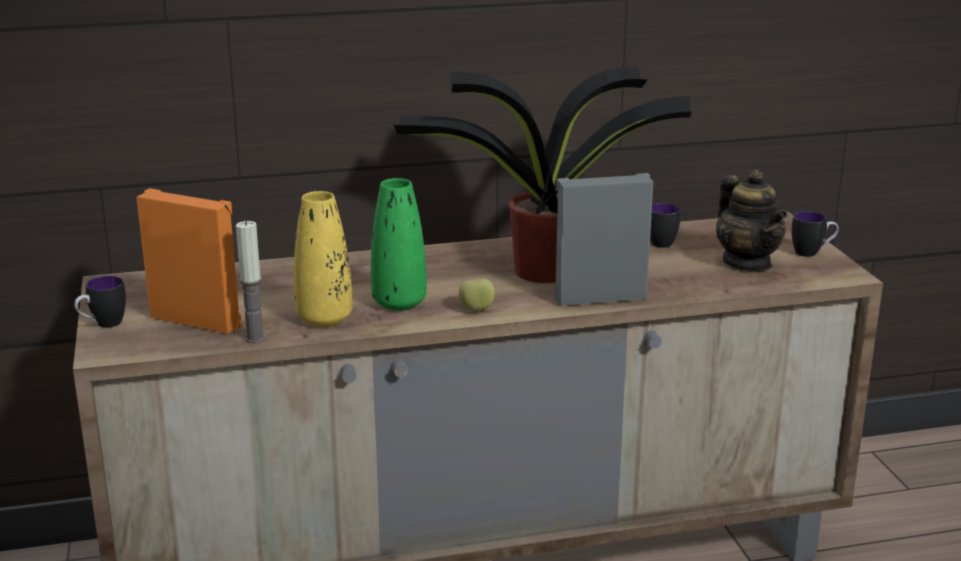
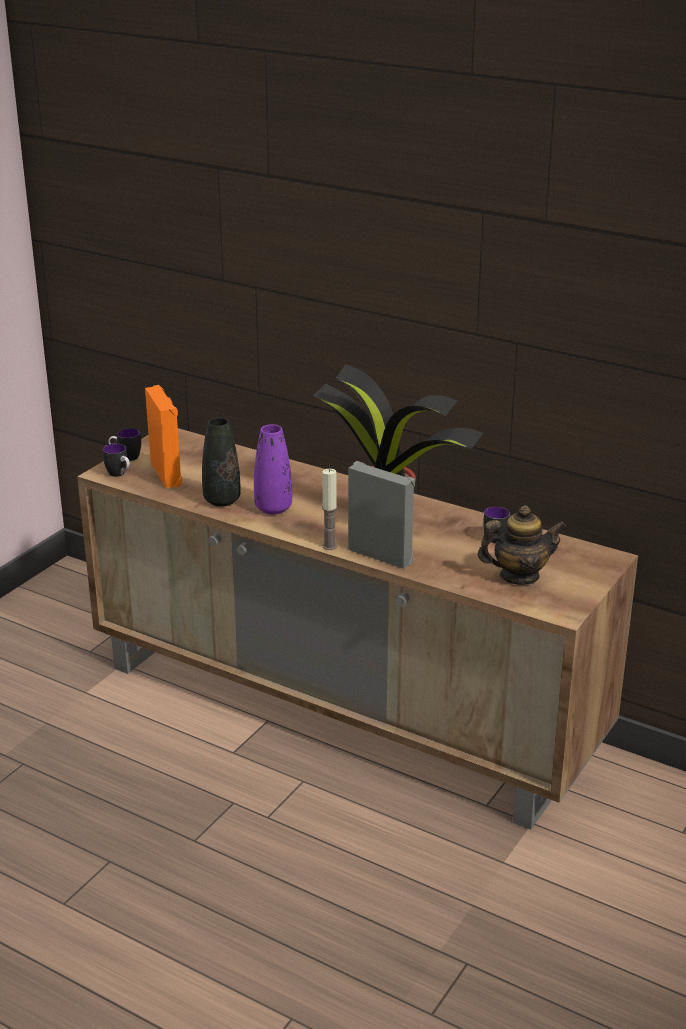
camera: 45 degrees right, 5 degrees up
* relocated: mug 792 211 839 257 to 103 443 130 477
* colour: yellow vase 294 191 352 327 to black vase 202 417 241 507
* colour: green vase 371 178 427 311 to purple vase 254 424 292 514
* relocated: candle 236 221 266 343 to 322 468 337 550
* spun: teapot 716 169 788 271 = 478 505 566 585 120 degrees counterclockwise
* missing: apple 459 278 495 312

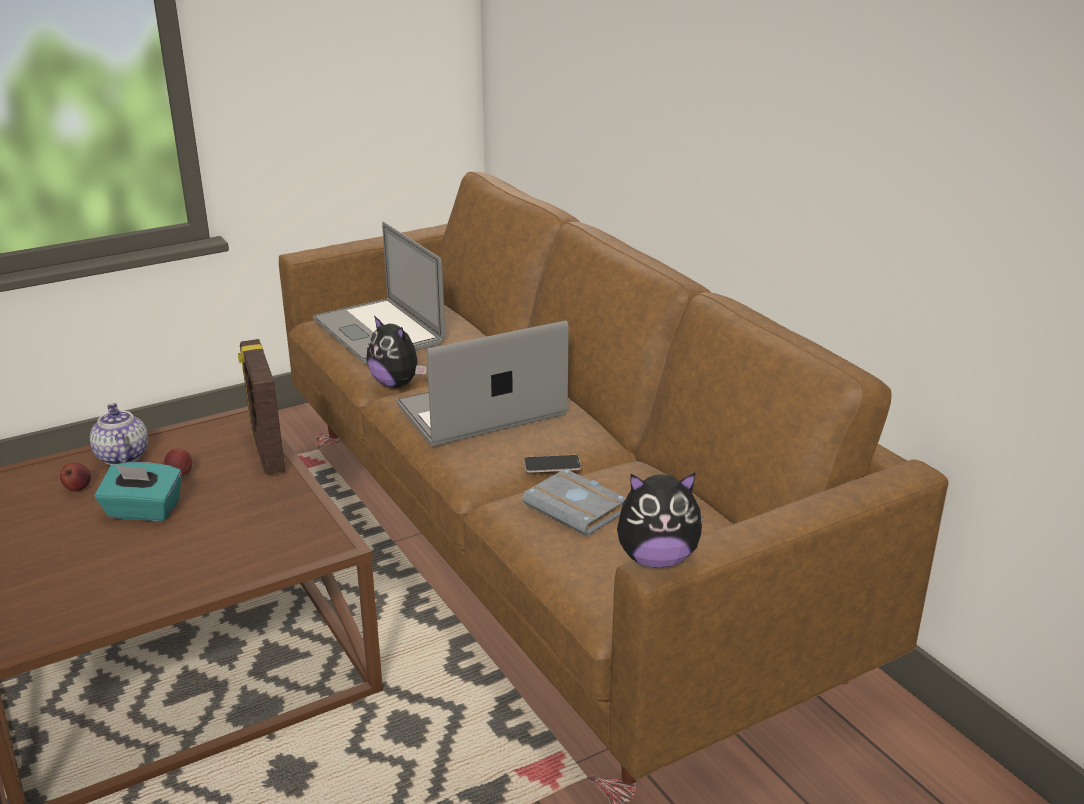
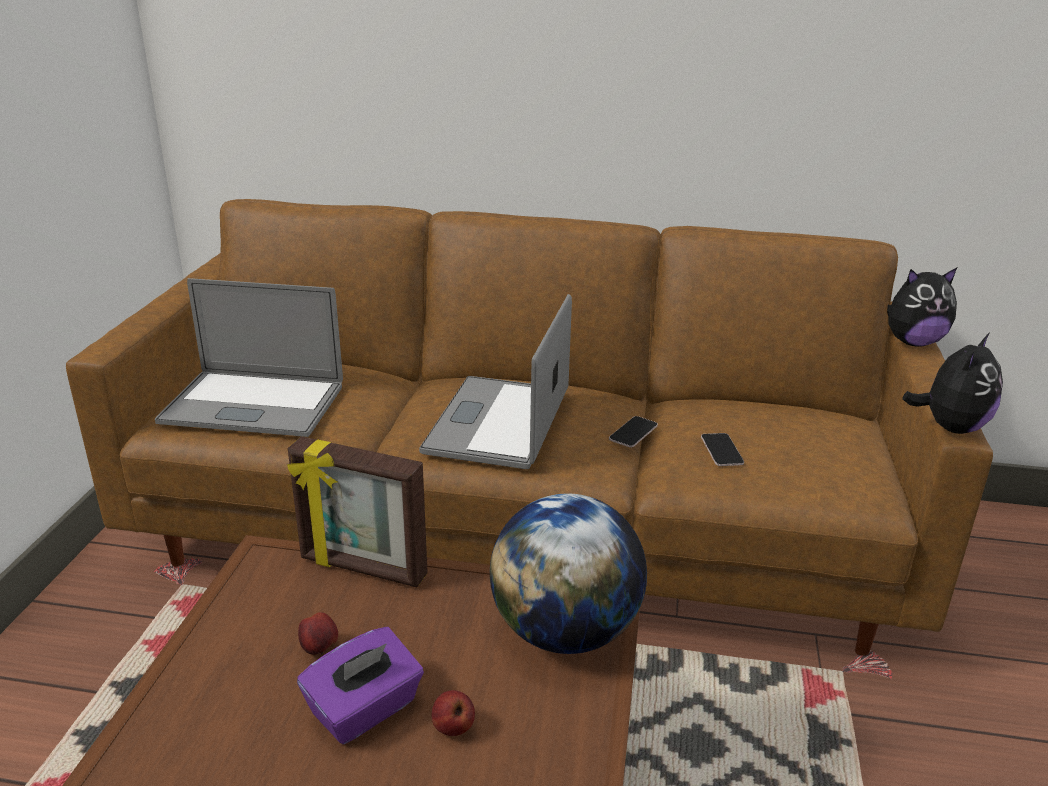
camera: 50 degrees left, 0 degrees up
* colour: turquoise tissue box 95 462 182 521 to purple tissue box 297 627 424 744
* relocated: apple 60 462 91 491 to 432 690 475 736
* appeared: globe 490 494 647 654
* exchanged: grey book 522 469 626 536 to phone 701 433 744 466
* relocated: plush toy 366 315 427 388 to 887 268 957 347
* missing: teapot 90 403 148 465

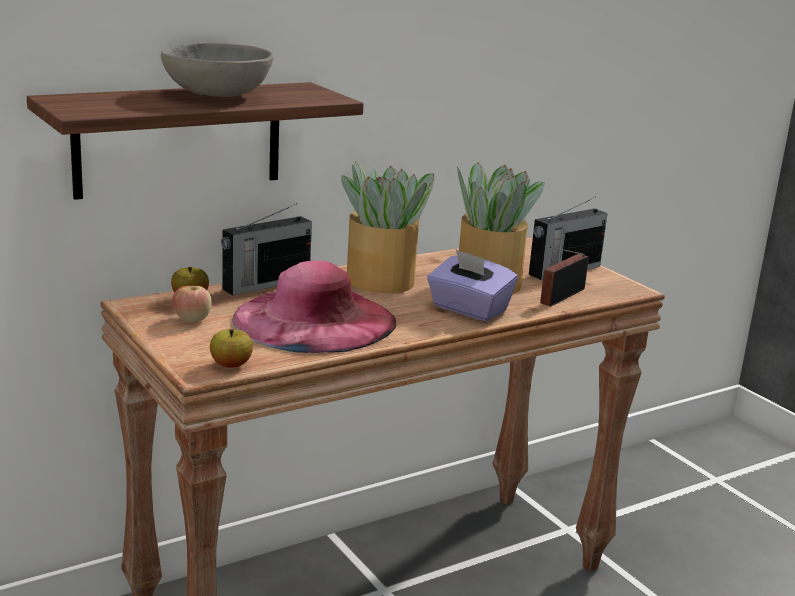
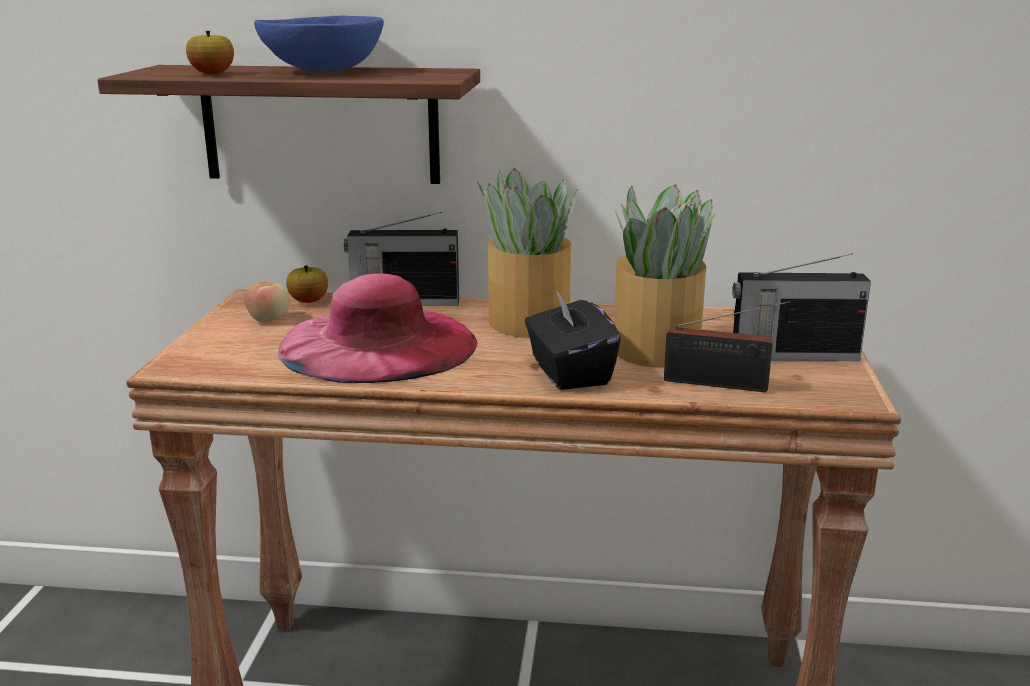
camera: 40 degrees right, 0 degrees up
* relocated: apple 210 329 253 368 to 186 31 234 74
* colour: grey bowl 161 43 274 97 to blue bowl 254 16 384 72
* colour: purple tissue box 427 249 518 322 to black tissue box 525 287 621 390
* spun: radio 540 246 589 307 = 664 301 790 392 150 degrees counterclockwise

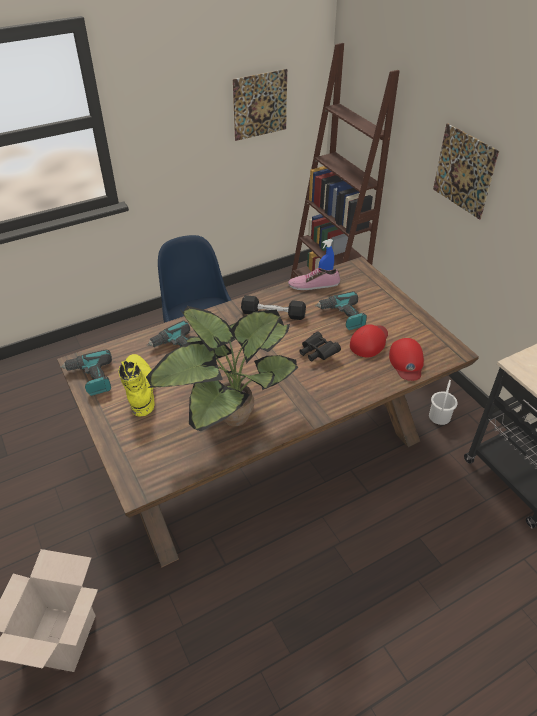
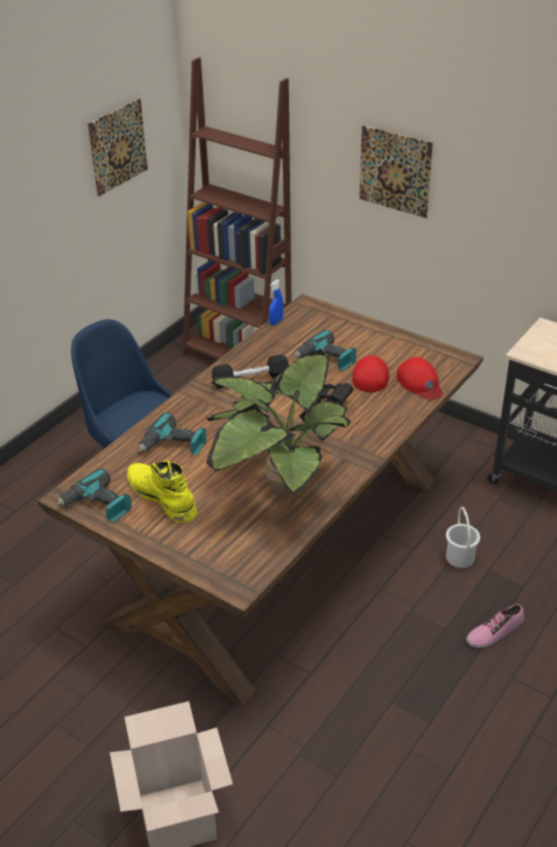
camera: 25 degrees left, 5 degrees down
* relocated: white bucket 429 380 458 425 to 446 507 480 568
* relocated: shoe 288 268 340 290 to 466 604 524 648

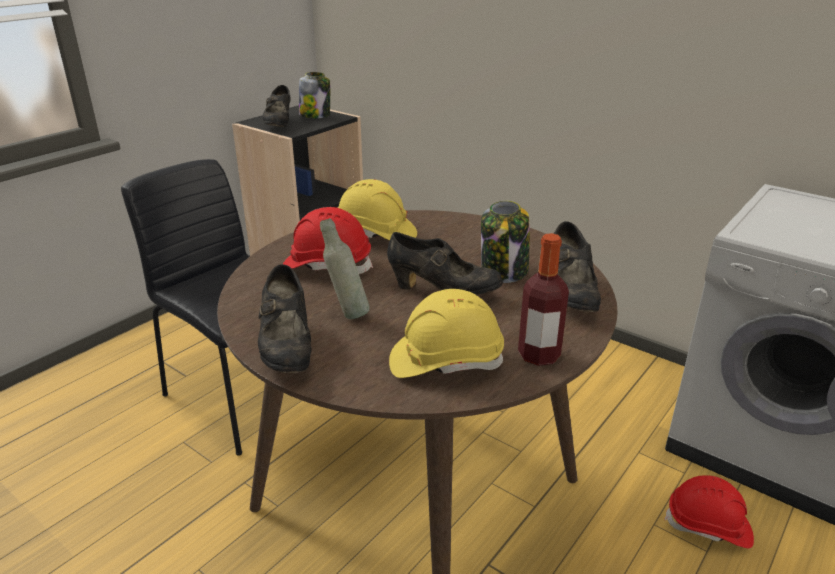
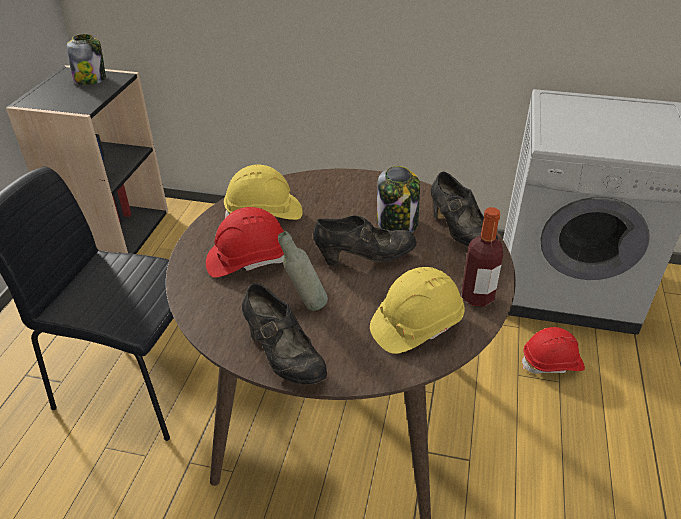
camera: 25 degrees left, 10 degrees up
* missing: black shoe 262 85 291 127

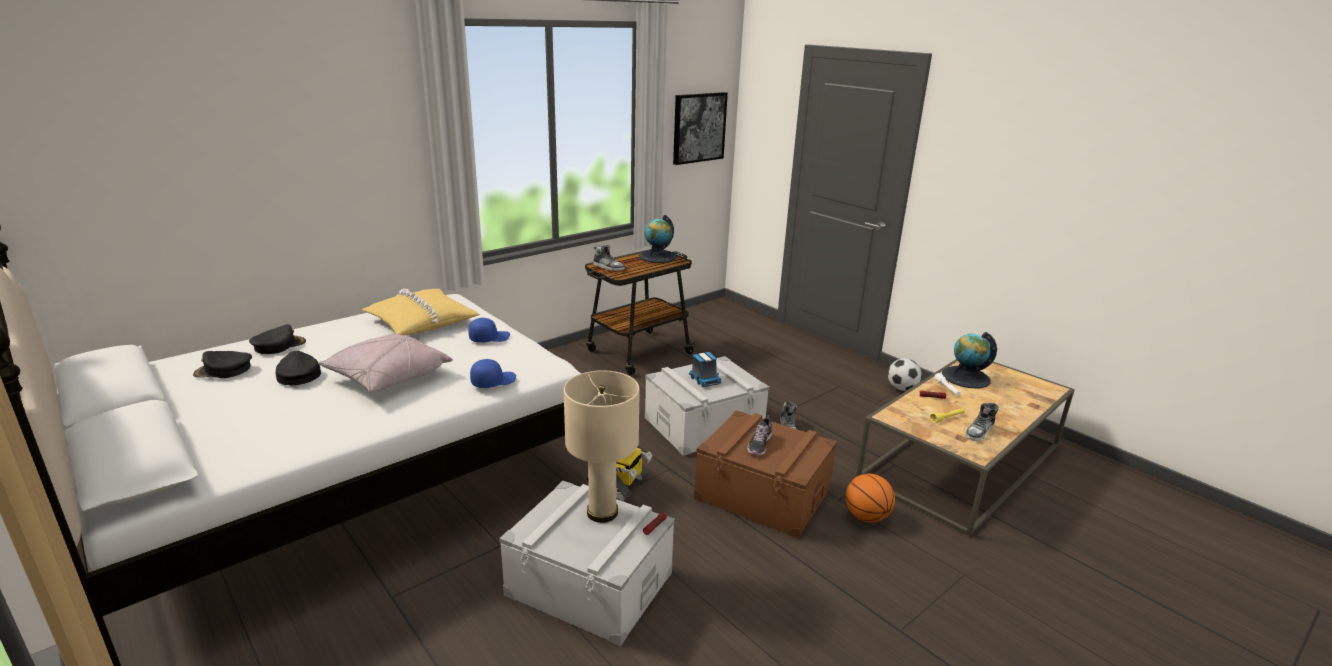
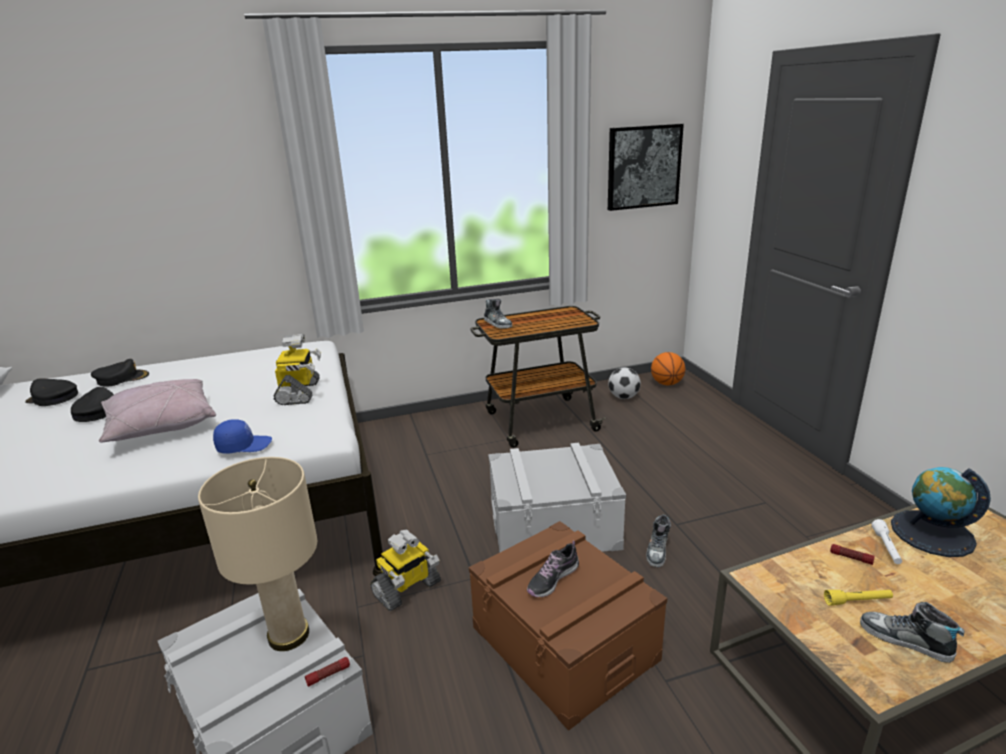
camera: 25 degrees right, 0 degrees up
* exchanged: blue cap 468 318 510 343 to toy robot 274 334 321 405
* relocated: football 888 358 922 391 to 608 367 641 399
* relocated: basketball 846 474 895 523 to 651 352 685 385
* spun: shoe 965 403 999 441 = 860 602 964 663 60 degrees clockwise
* missing: yellow pillow 362 288 480 335
* missing: globe 639 215 676 263
* missing: toy truck 689 352 721 387

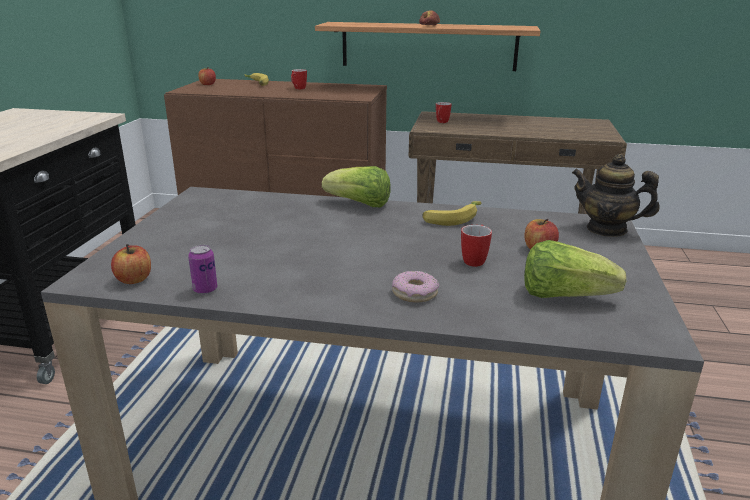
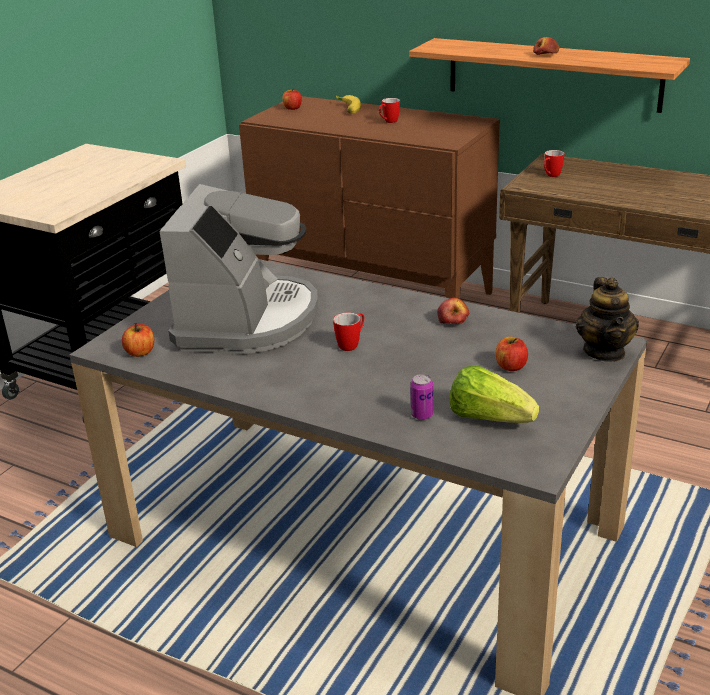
camera: 20 degrees right, 5 degrees up
* appeared: coffee machine 159 184 318 354
* relocated: mug 461 225 492 267 to 333 313 365 351
* relocated: can 188 245 217 294 to 410 374 433 420
* exchanged: banana 422 201 481 226 to apple 437 298 470 324
* spun: teapot 572 154 659 237 = 576 277 639 362 135 degrees counterclockwise
* missing: lettuce 322 166 391 207
* missing: donut 392 271 439 303

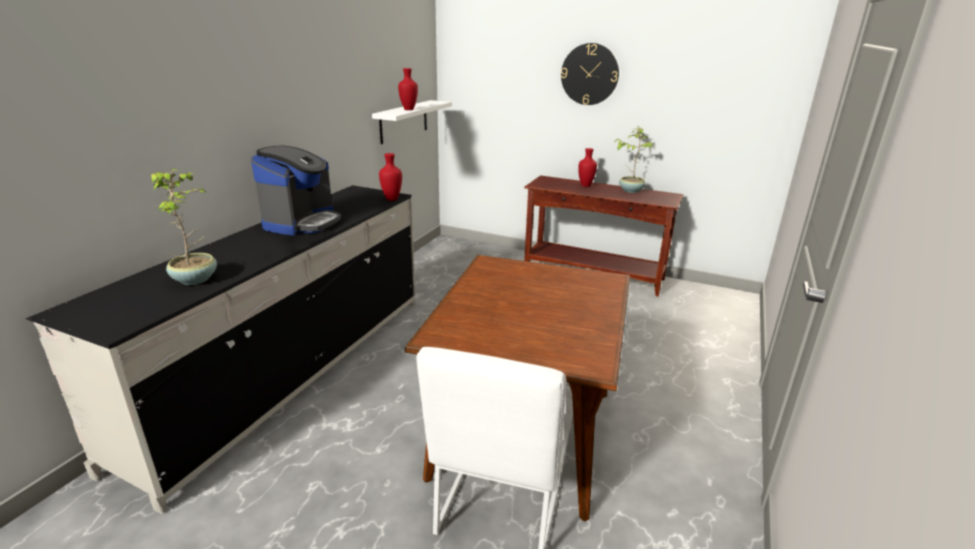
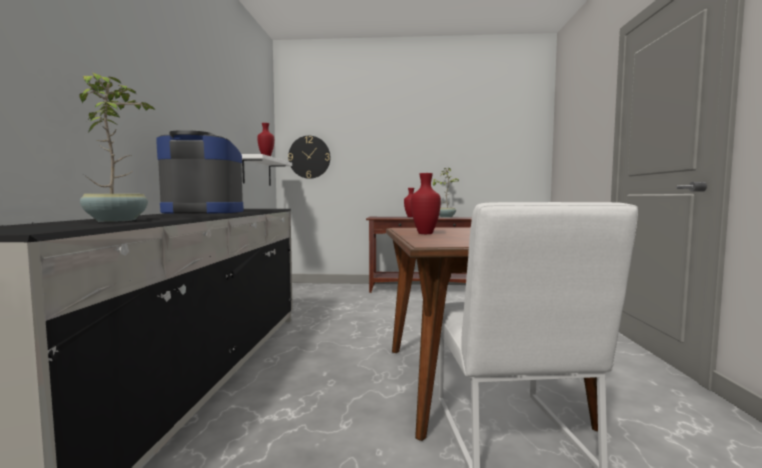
camera: 20 degrees left, 20 degrees down
* spun: coffee machine 251 145 341 235 = 156 130 243 213 90 degrees counterclockwise
* relocated: wall clock 561 43 619 105 to 288 136 330 179
* relocated: red vase 379 153 402 201 to 411 173 441 234

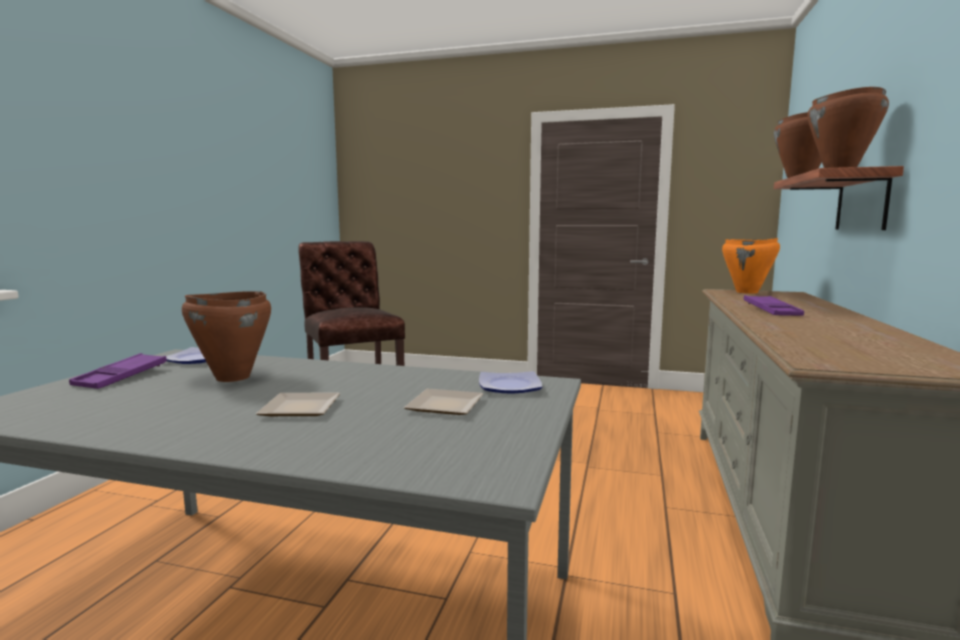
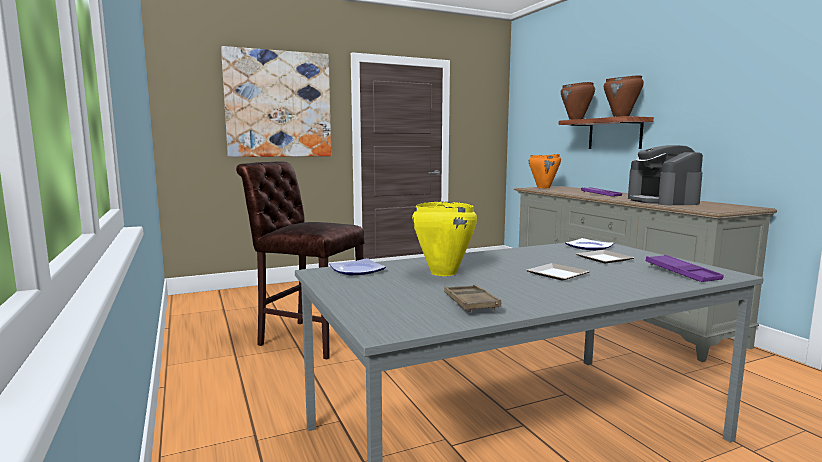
camera: 40 degrees left, 0 degrees up
* appeared: picture 221 46 331 157
* colour: brown cooking pot 182 291 271 382 to yellow cooking pot 412 201 477 276
* appeared: brown tray 444 285 501 312
* appeared: coffee machine 628 145 703 205
* relocated: purple tray 69 353 167 389 to 646 255 724 282

